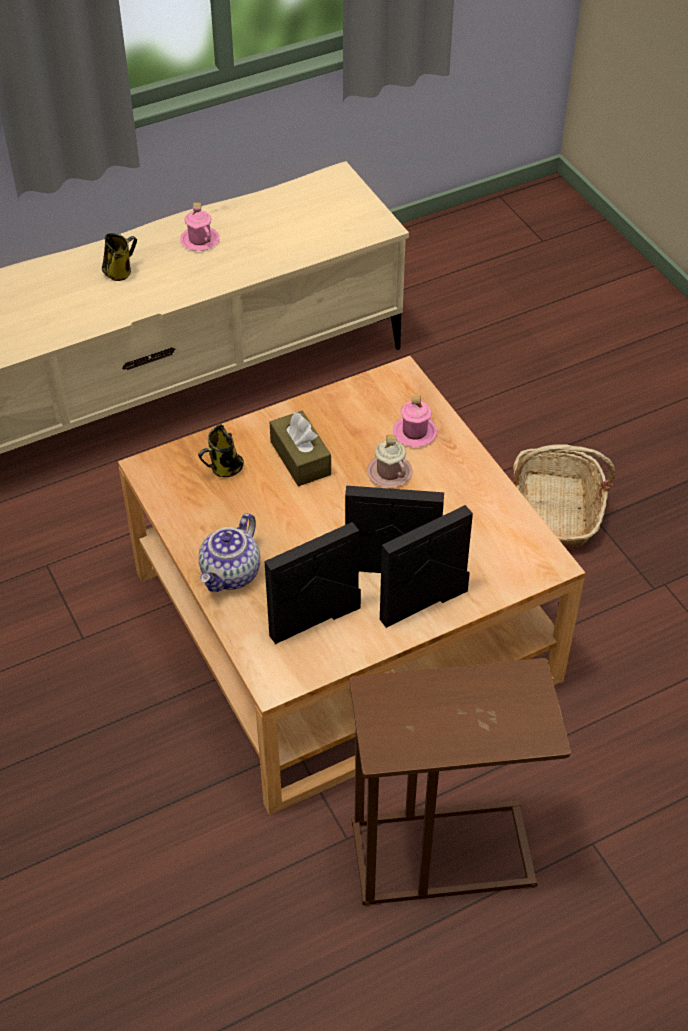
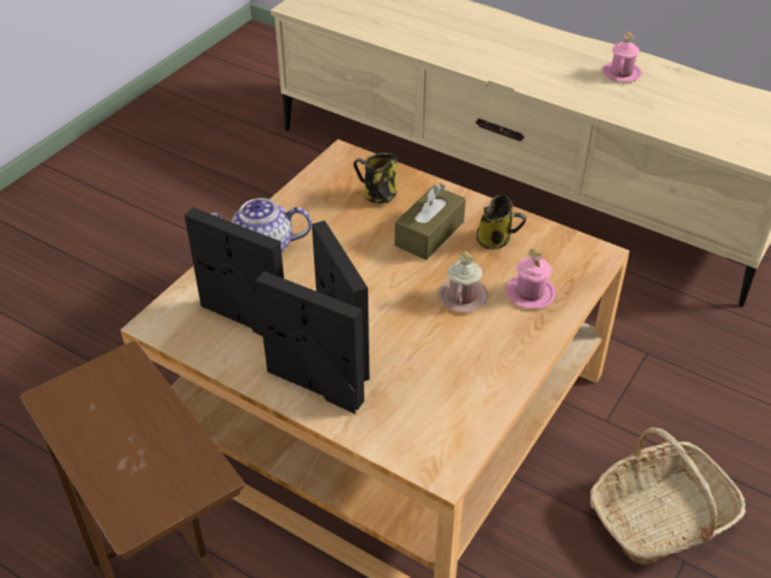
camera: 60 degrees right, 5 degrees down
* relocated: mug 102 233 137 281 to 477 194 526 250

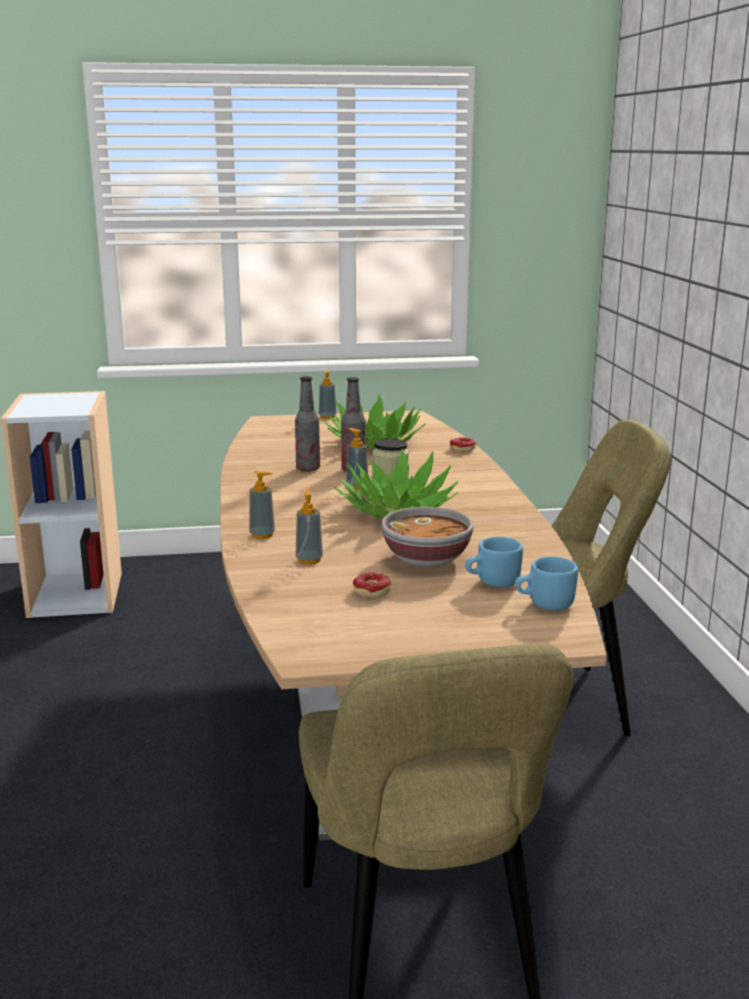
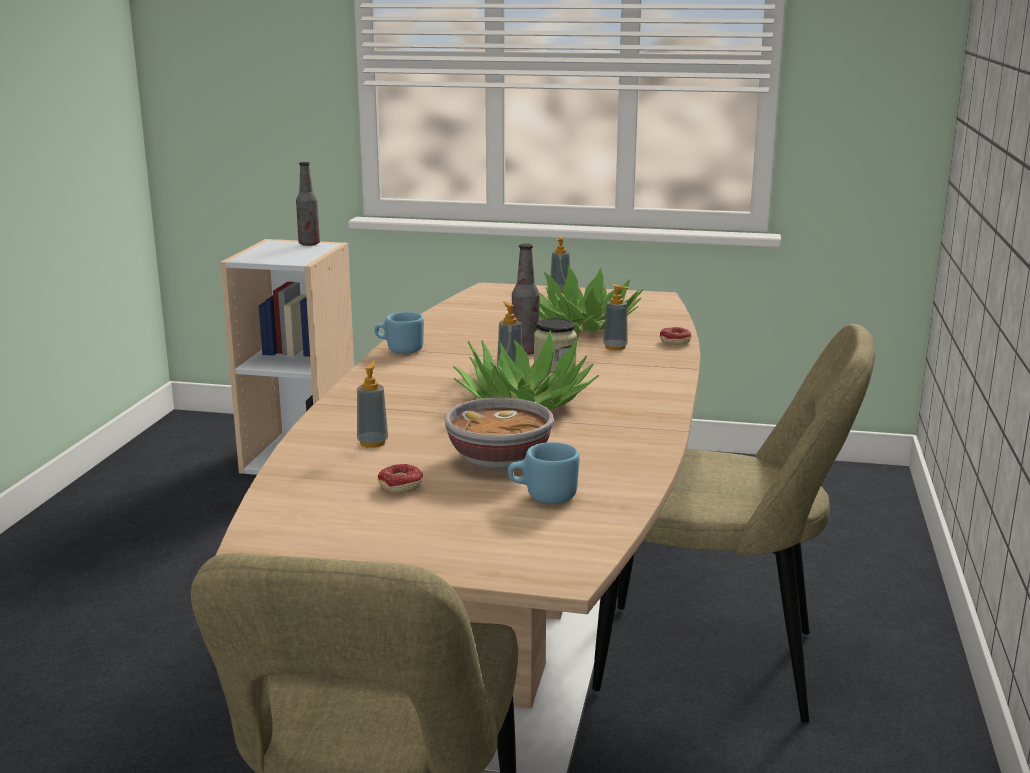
camera: 20 degrees right, 0 degrees up
* relocated: bottle 295 376 320 472 to 296 162 320 246
* relocated: blue mug 515 557 578 610 to 375 312 424 354
* relocated: soap dispenser 249 470 275 539 to 603 284 628 351

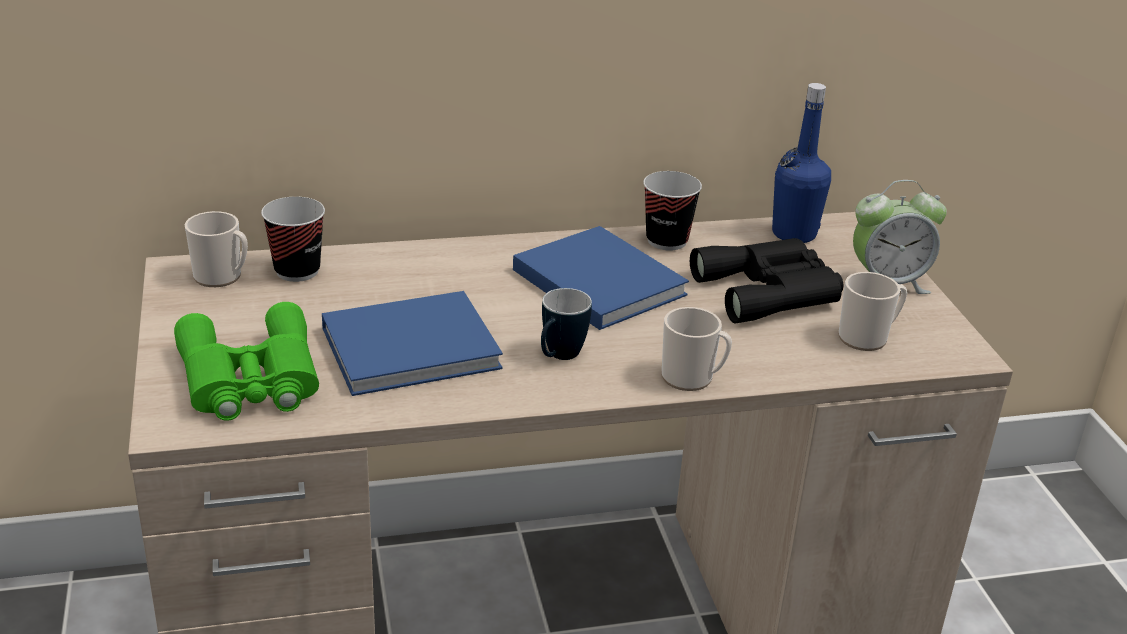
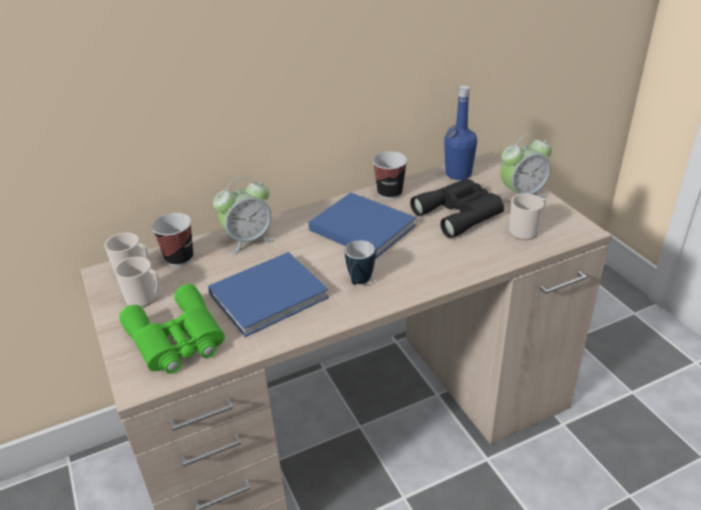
camera: 10 degrees left, 5 degrees up
* relocated: mug 661 307 732 391 to 114 257 159 307
* appeared: alarm clock 213 177 275 254

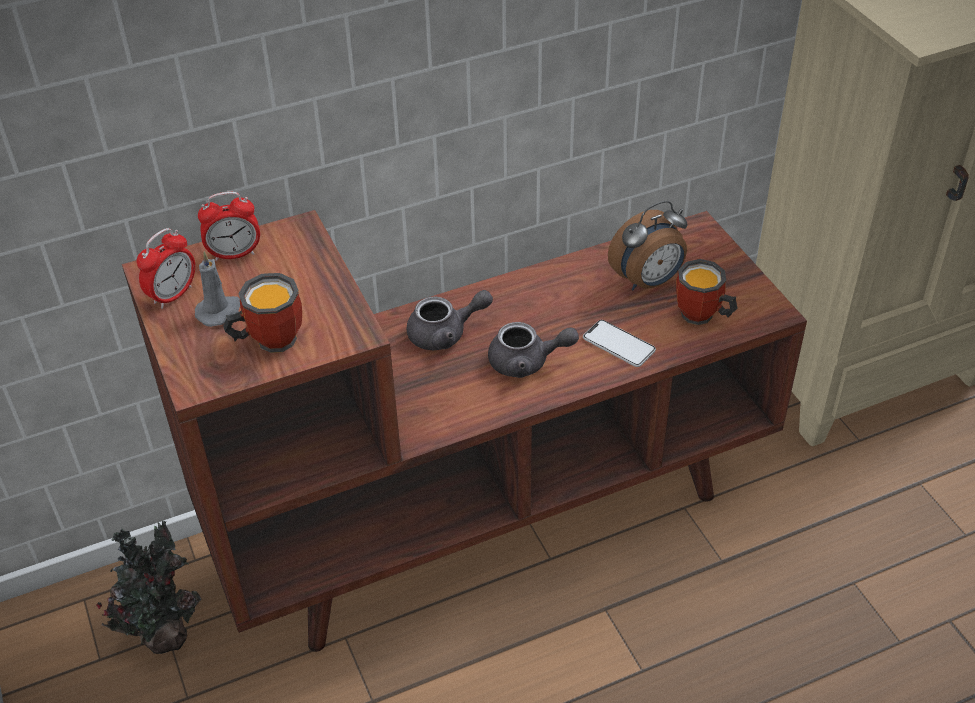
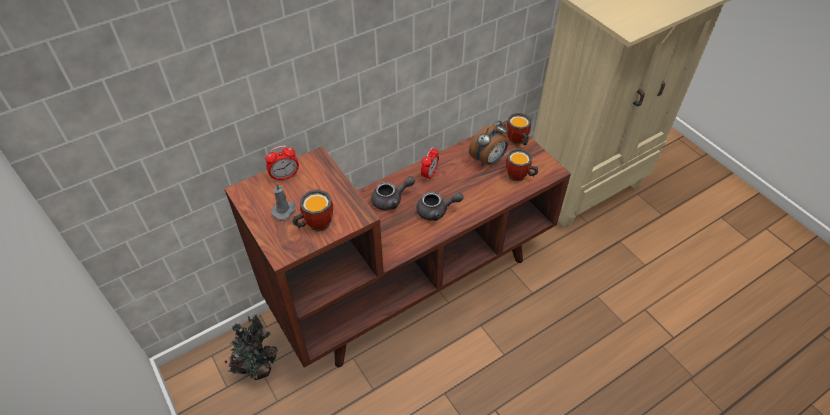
camera: 10 degrees left, 5 degrees up
* relocated: alarm clock 137 228 195 309 to 421 147 439 180
* appeared: mug 507 113 531 145
* missing: phone 583 320 656 367

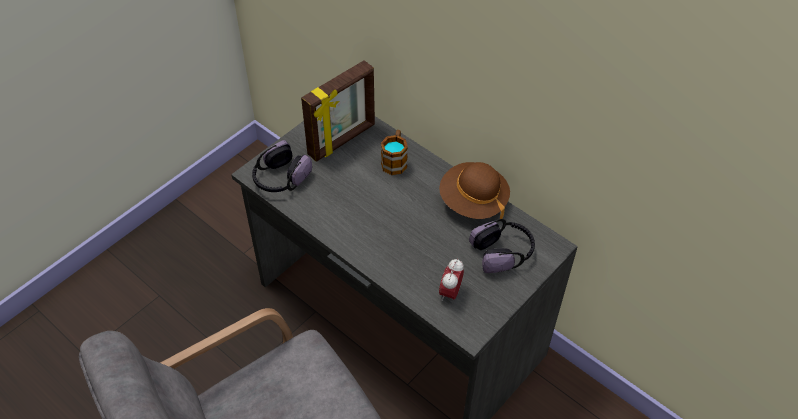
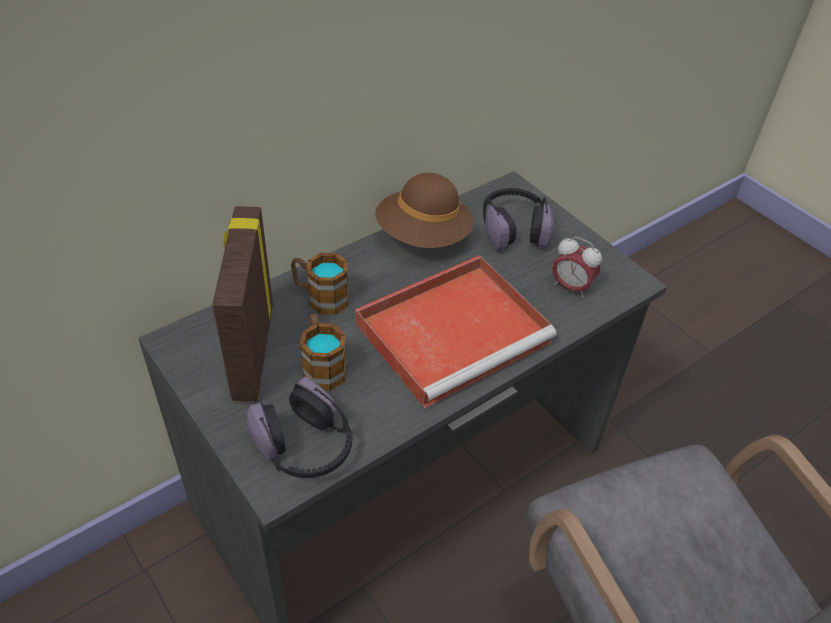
camera: 80 degrees left, 5 degrees down
* spun: picture frame 301 60 375 162 = 212 206 273 401 150 degrees counterclockwise
* appeared: mug 300 314 347 390
* appeared: red tray 356 255 557 408

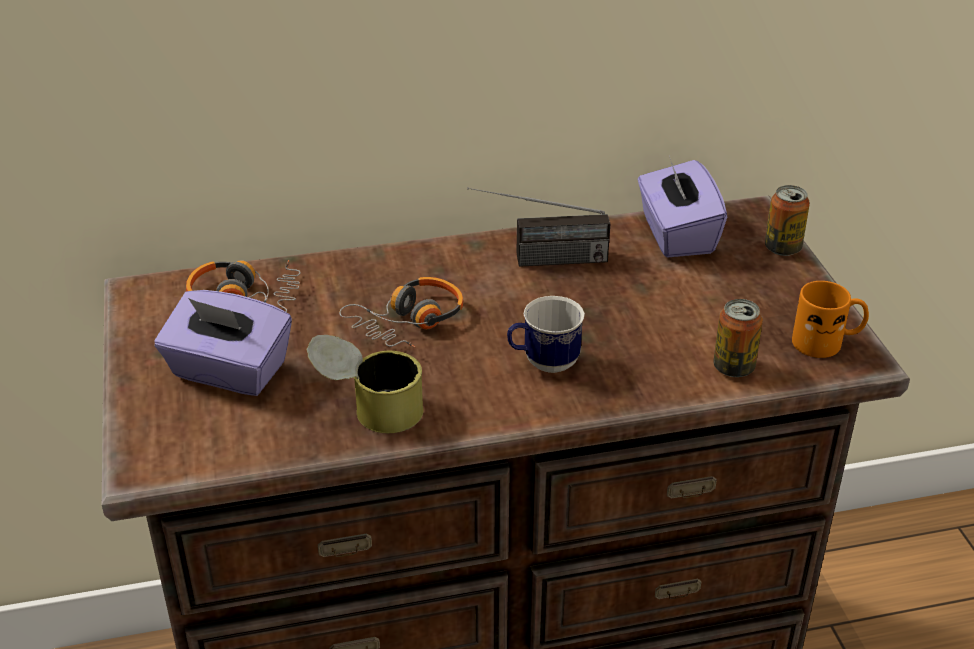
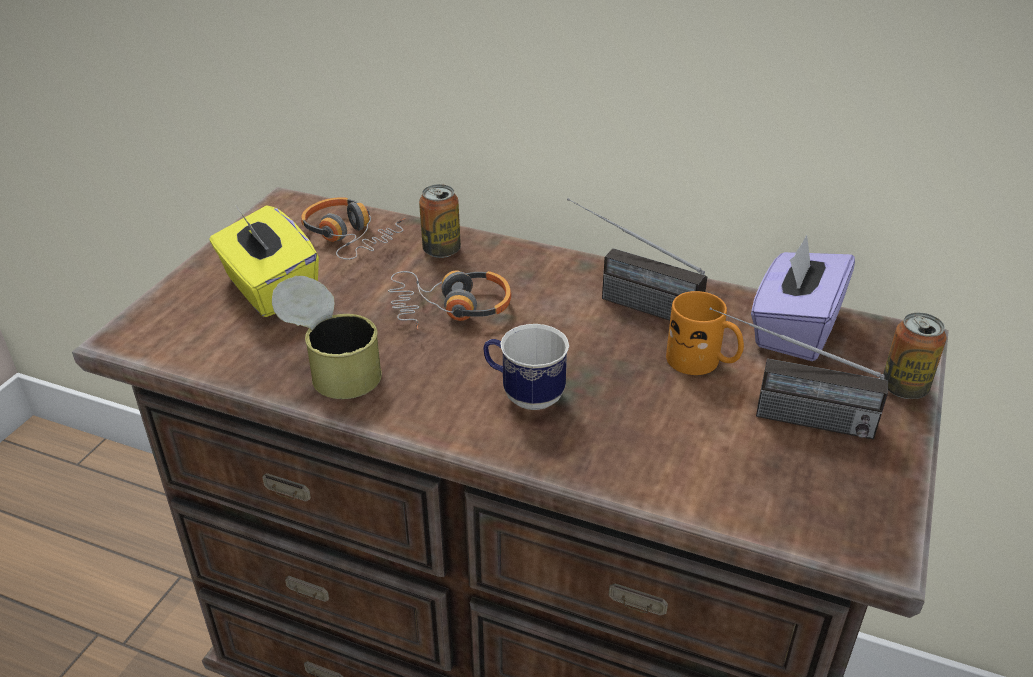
camera: 35 degrees right, 0 degrees up
* colour: purple tissue box 154 290 292 396 to yellow tissue box 210 205 319 317
* relocated: can 713 299 763 377 to 419 184 461 258
* relocated: orange mug 792 281 869 358 to 666 291 744 375
* appeared: radio 709 307 888 439

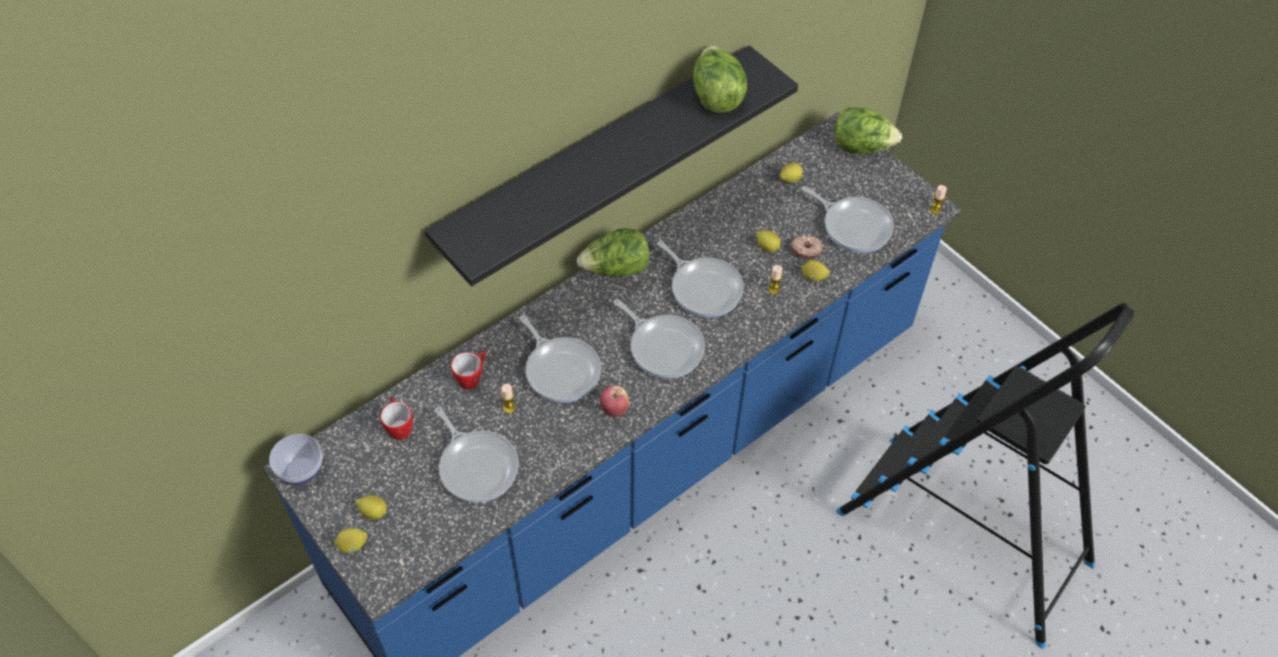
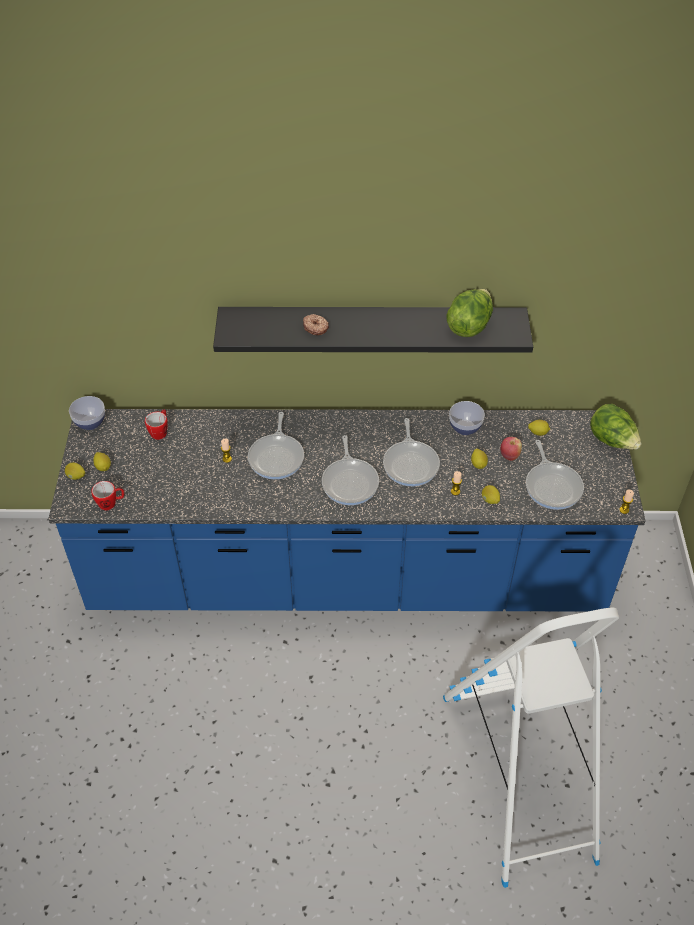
camera: 40 degrees right, 5 degrees down
* relocated: mug 451 351 485 390 to 91 481 124 510
* relocated: donut 790 236 823 259 to 303 314 329 335
* colour: black step ladder 836 303 1134 649 to white step ladder 443 608 619 888
* appeared: bowl 449 401 485 435
* relocated: apple 600 385 629 417 to 500 437 522 461
* missing: frying pan 435 407 519 503
* missing: lettuce 577 228 650 278

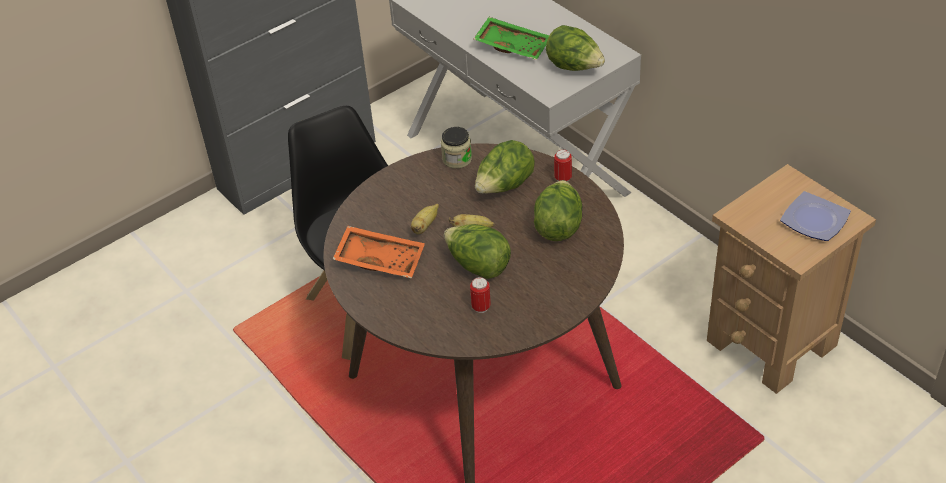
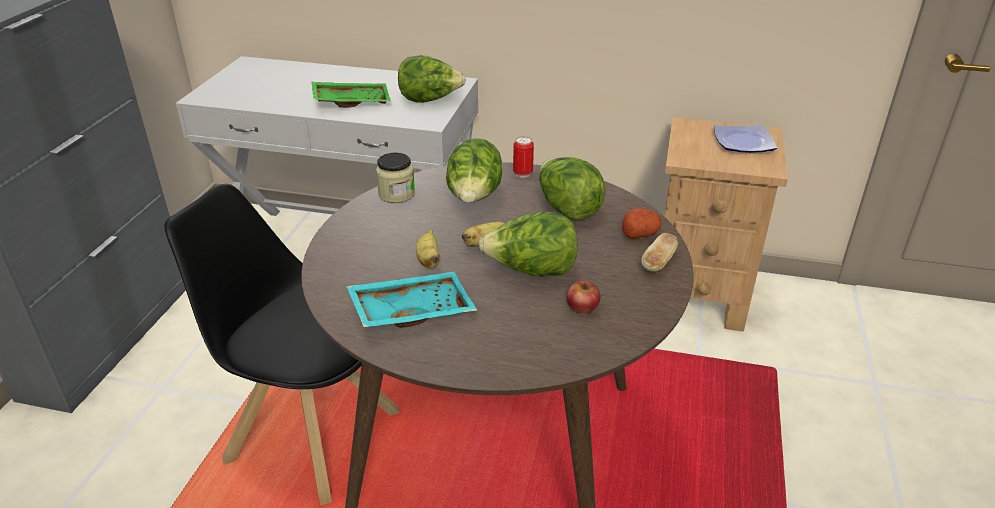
camera: 40 degrees left, 10 degrees down
* colour: orange tray 333 226 425 279 to turquoise tray 346 272 477 328
* exchanged: can 470 277 491 313 to apple 566 280 600 314
* appeared: potato 622 208 661 239
* appeared: bread 641 233 678 272

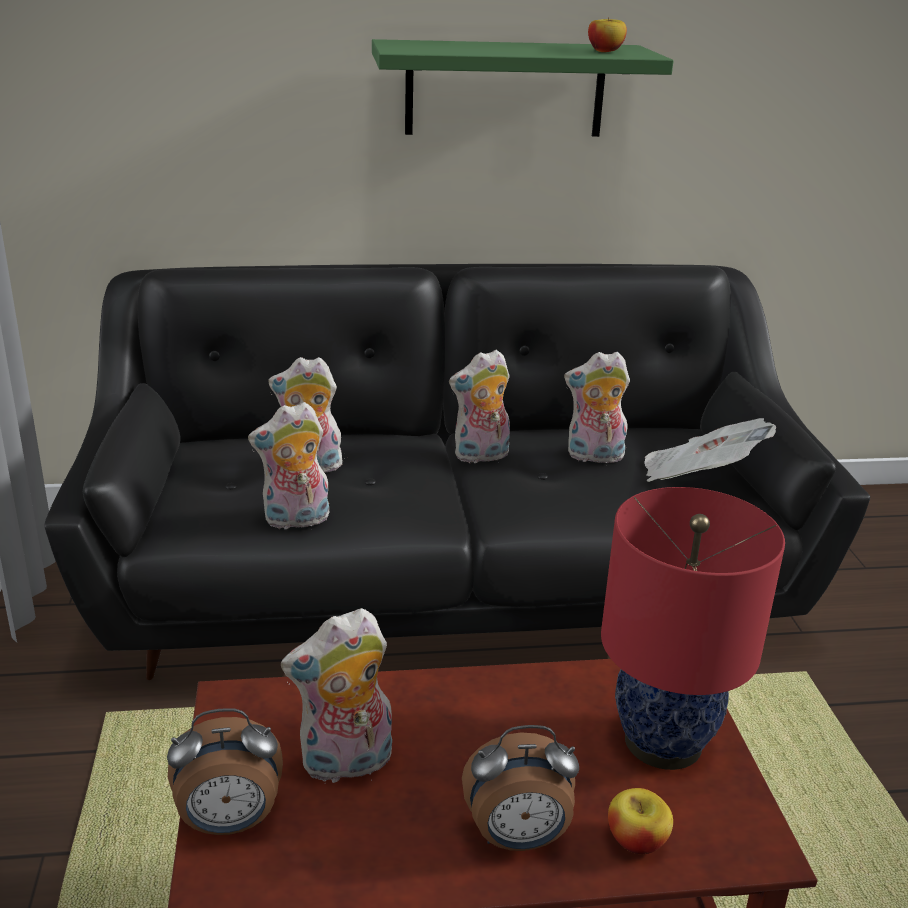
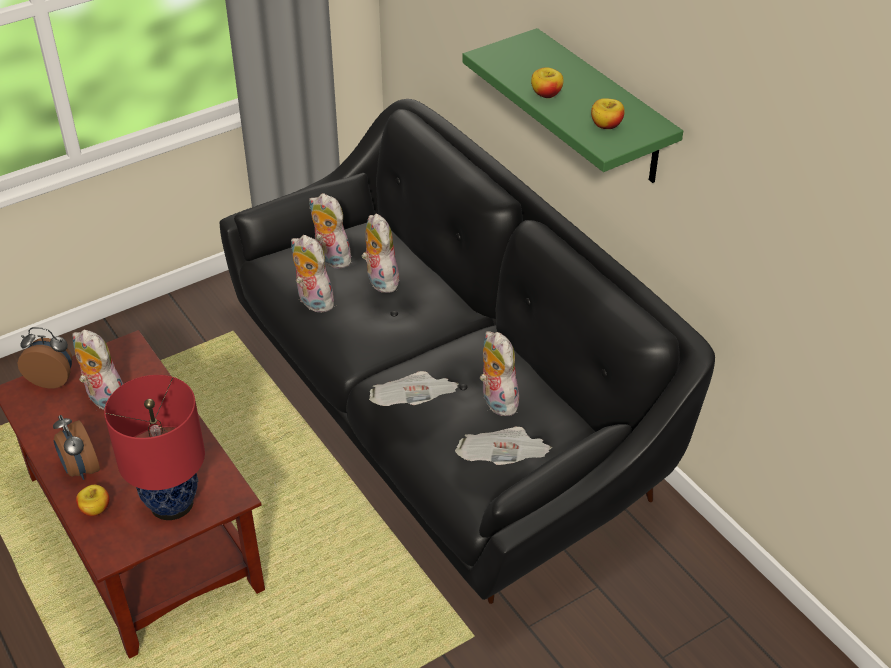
camera: 65 degrees right, 15 degrees up
* spun: alarm clock 167 708 283 835 = 18 327 72 388 135 degrees clockwise
* relocated: plush toy 449 350 510 463 to 309 193 351 269
* appeared: newspaper 369 371 459 406
* appeared: apple 531 67 564 98

